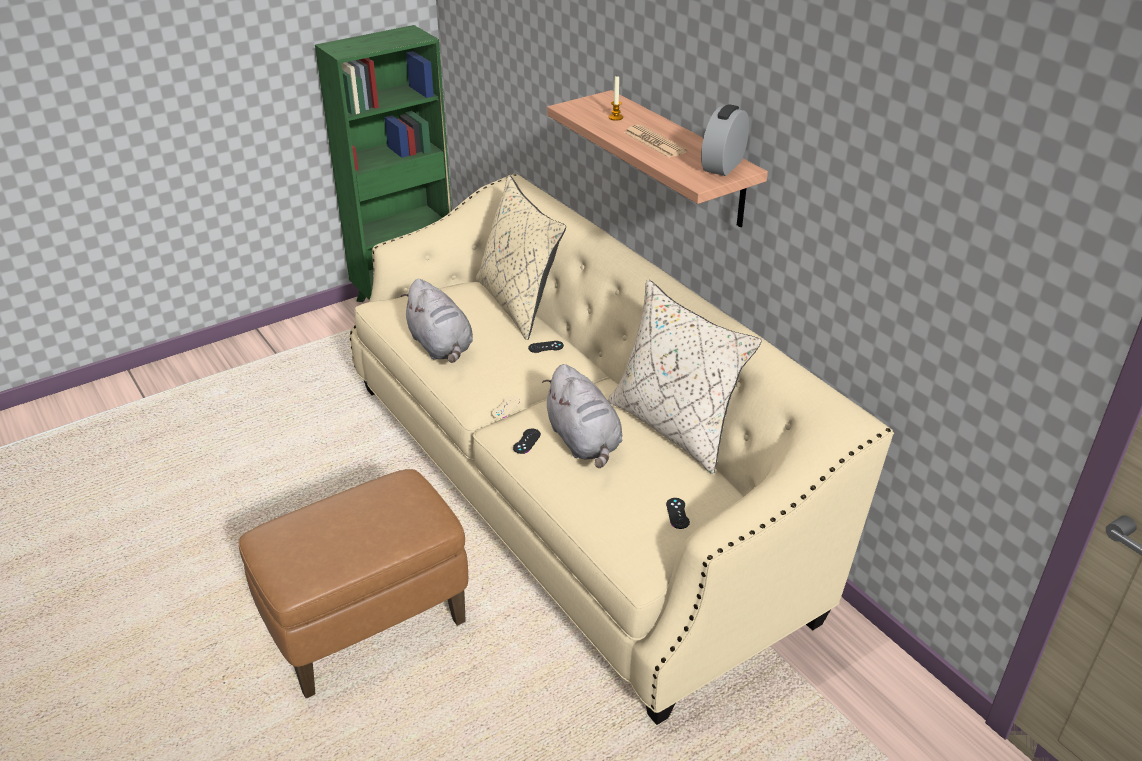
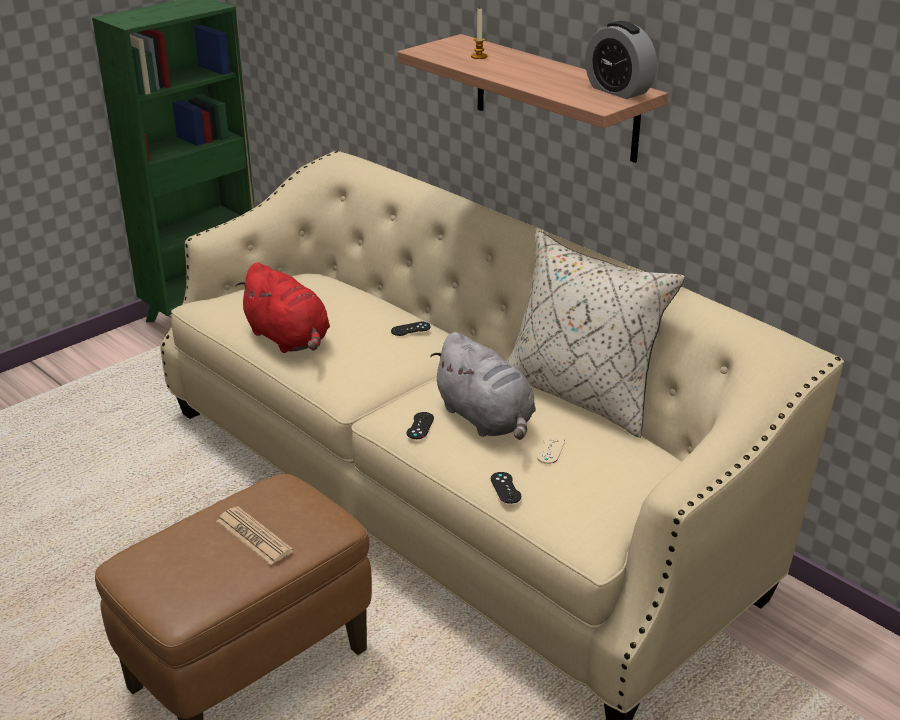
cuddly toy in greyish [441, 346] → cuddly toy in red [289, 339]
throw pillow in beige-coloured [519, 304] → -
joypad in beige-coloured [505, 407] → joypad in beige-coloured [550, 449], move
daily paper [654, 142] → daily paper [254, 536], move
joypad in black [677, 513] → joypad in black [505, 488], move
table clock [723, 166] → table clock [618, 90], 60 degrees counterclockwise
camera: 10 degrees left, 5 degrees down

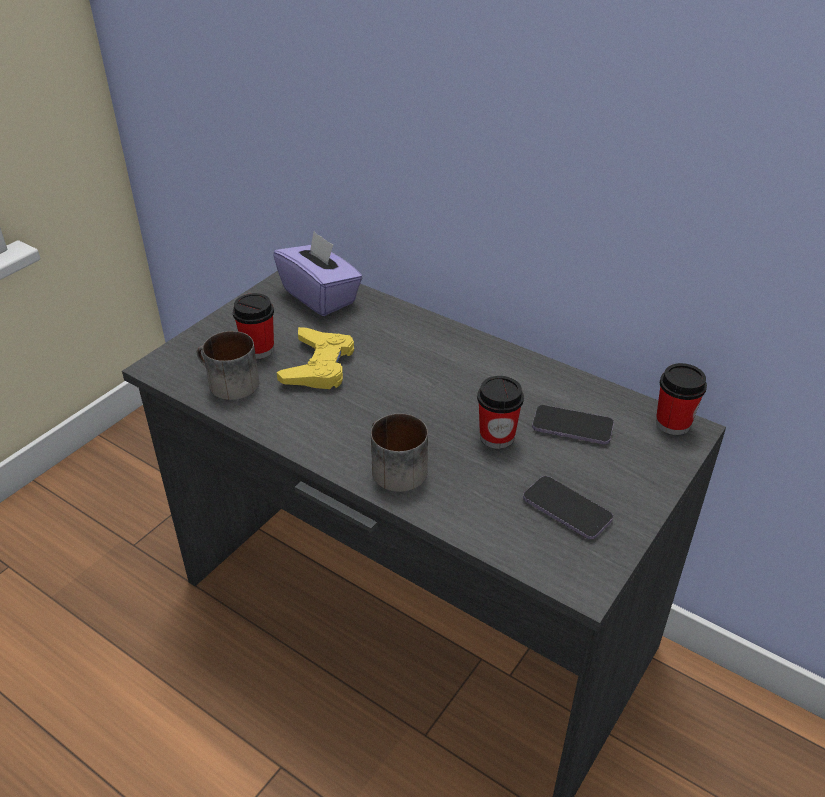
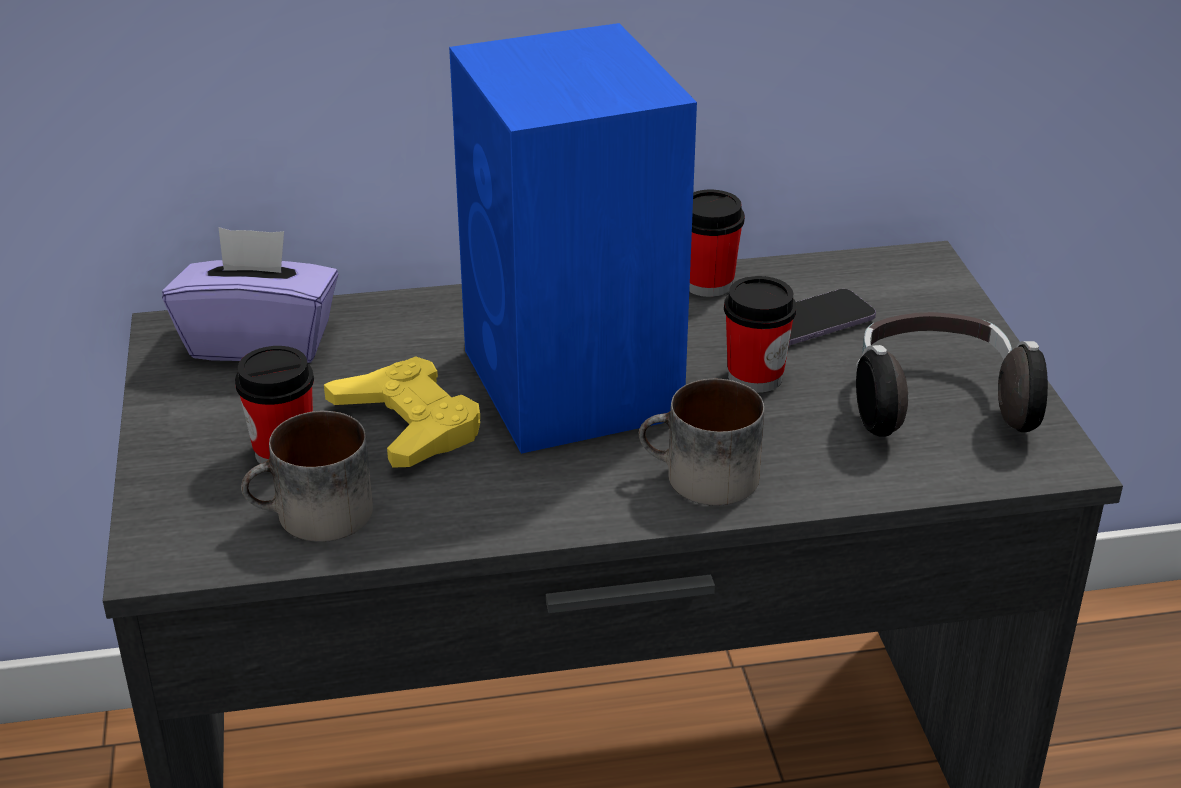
telephone [566, 509] → headset [936, 404]
small cup [673, 423] → small cup [708, 283], move
- → loudspeaker in bluish [573, 387]
camera: 45 degrees left, 5 degrees down

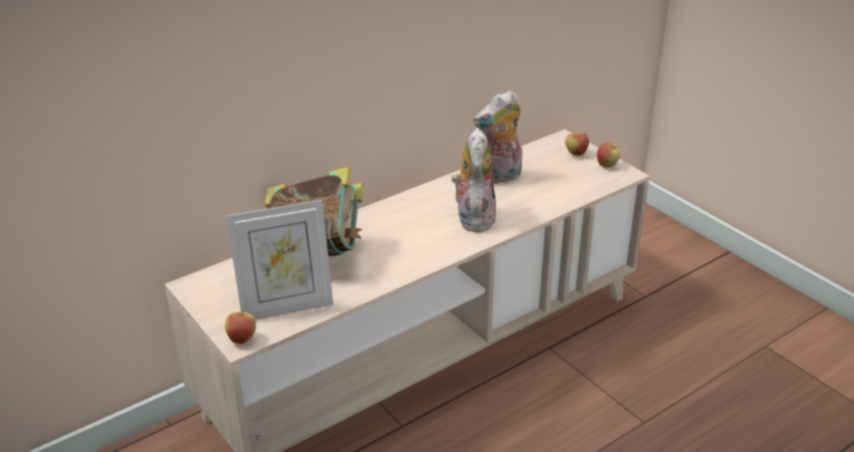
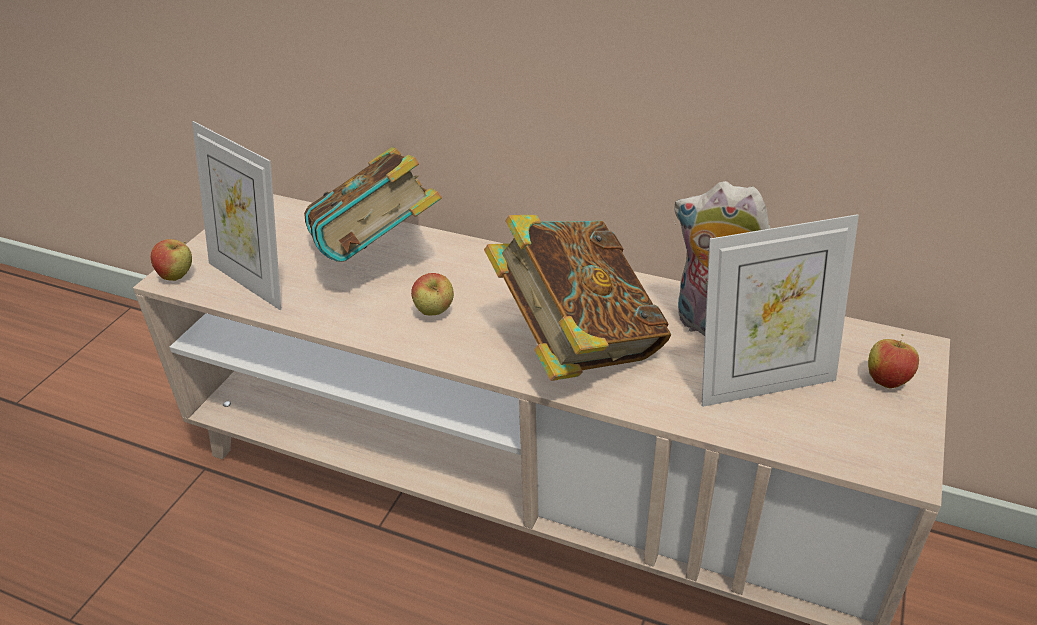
cuddly toy [473, 217] → volume [576, 344]
apple fruit [607, 165] → apple fruit [434, 312], move
- → picture frame [763, 383]
camera: 60 degrees right, 5 degrees up

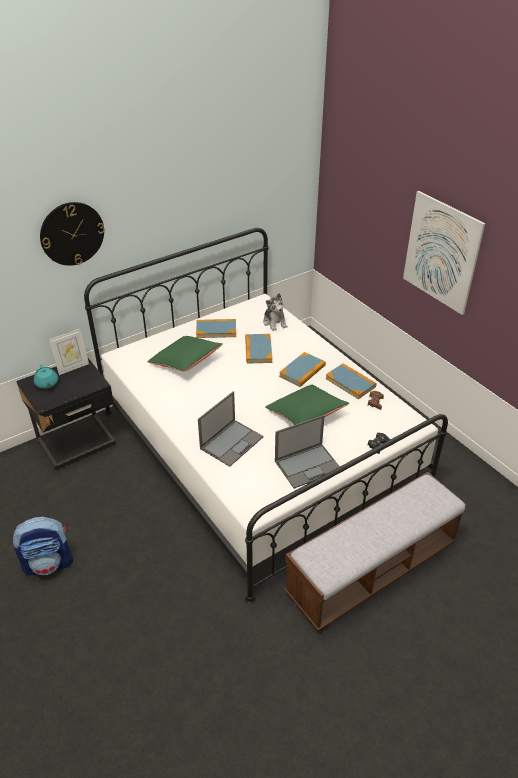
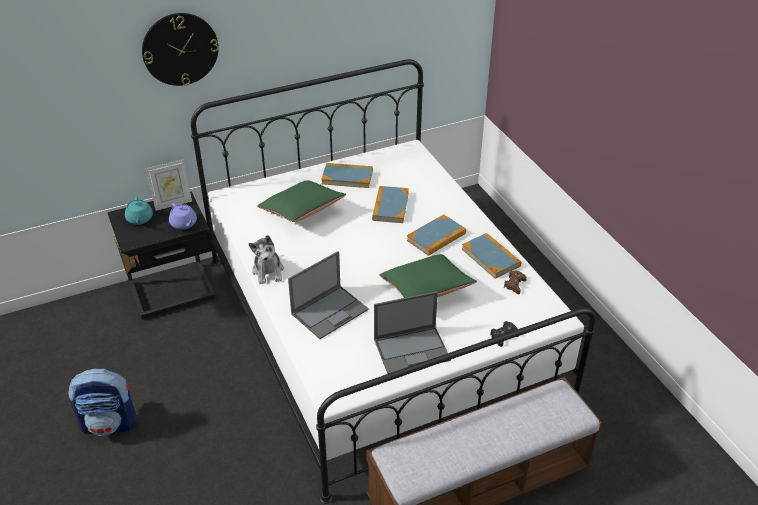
cuddly toy [274, 322] → cuddly toy [268, 271], move
wall art [441, 252] → -
- → teapot in purple [184, 224]
camera: 10 degrees right, 0 degrees up

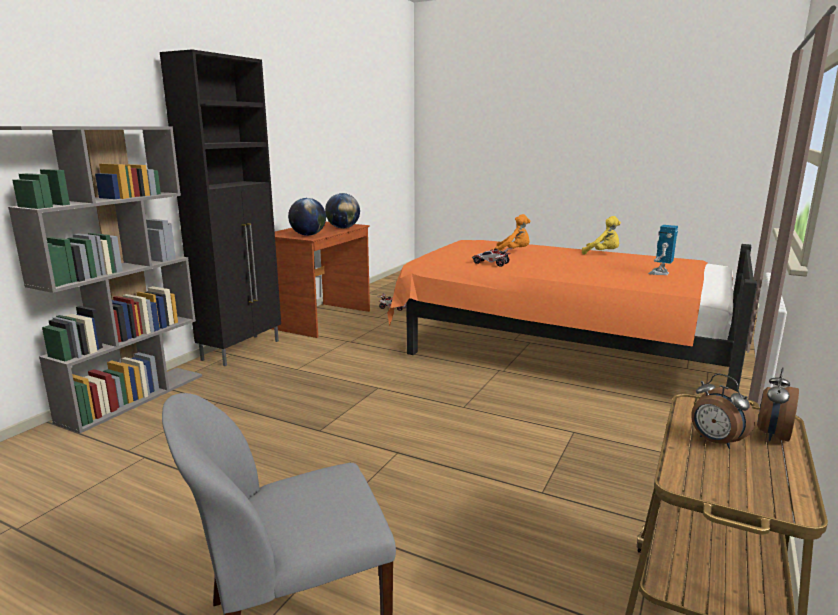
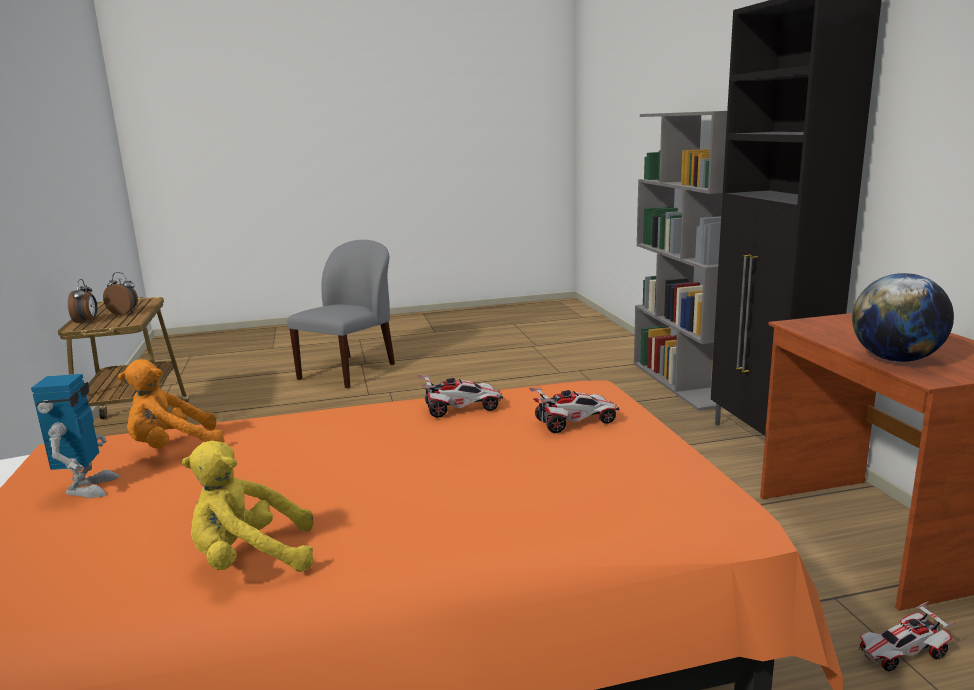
desk globe [308, 235] → -
cuddly toy in orange-coloured [514, 252] → cuddly toy in orange-coloured [173, 448], move
- → model car [574, 422]
camera: 140 degrees right, 0 degrees up

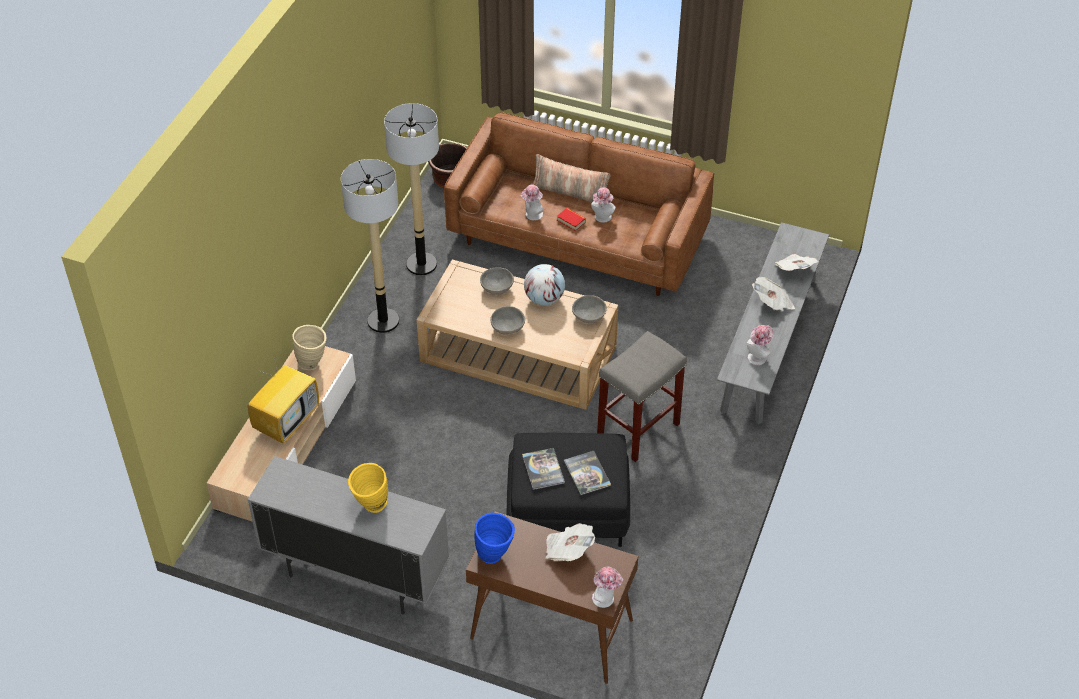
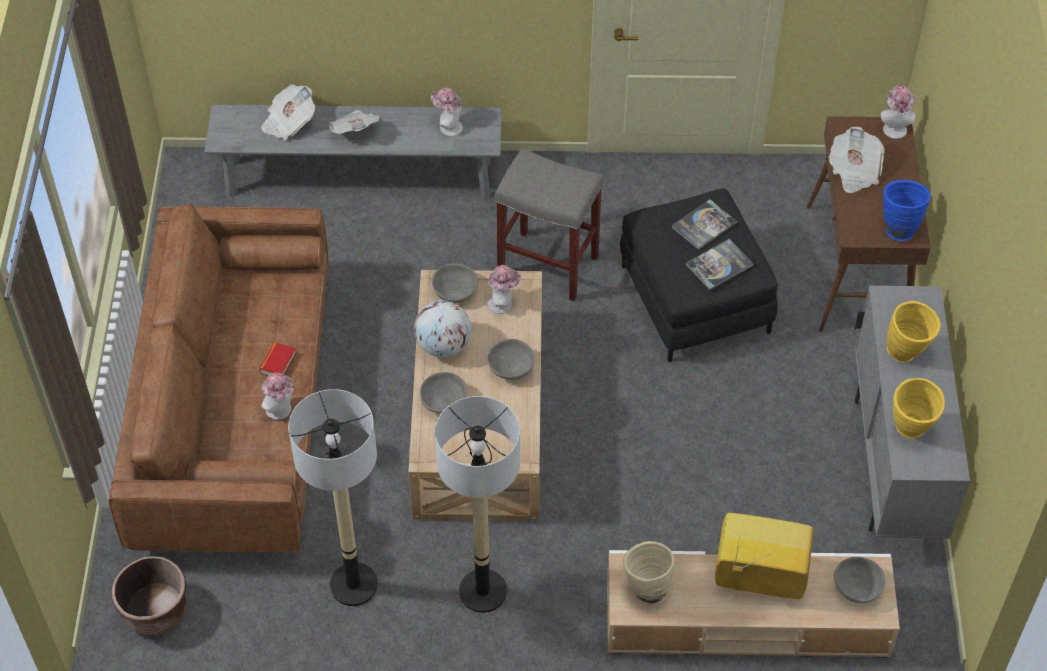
throw pillow [570, 192] → -
clothing hat [602, 218] → clothing hat [503, 304], move
- → bowl in greyish [857, 588]
- → decorative vase in yellowish [910, 432]
camera: 110 degrees left, 5 degrees up

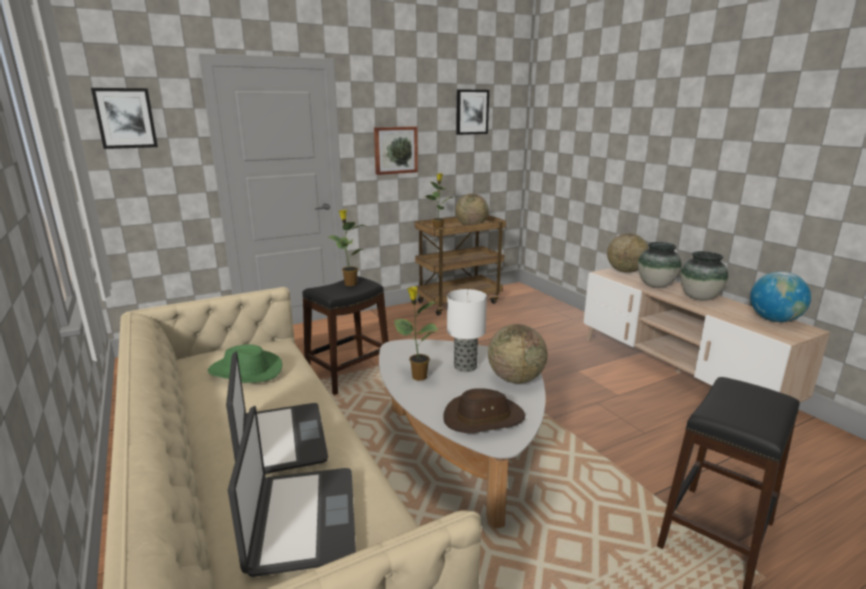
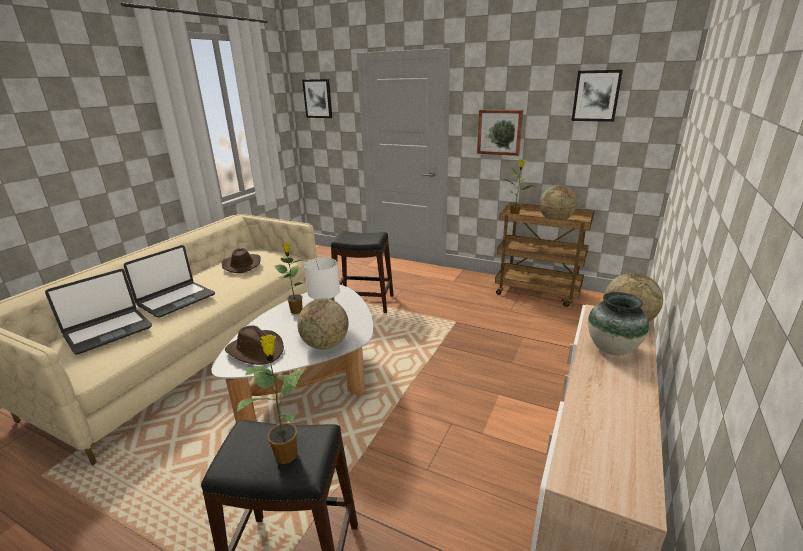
clothing hat in green-coloured [245, 372] → clothing hat in brown [242, 265]
plant in a pot [350, 284] → plant in a pot [286, 453], move
decorative vase [699, 298] → -
desk globe [774, 320] → -
camera: 55 degrees right, 5 degrees up

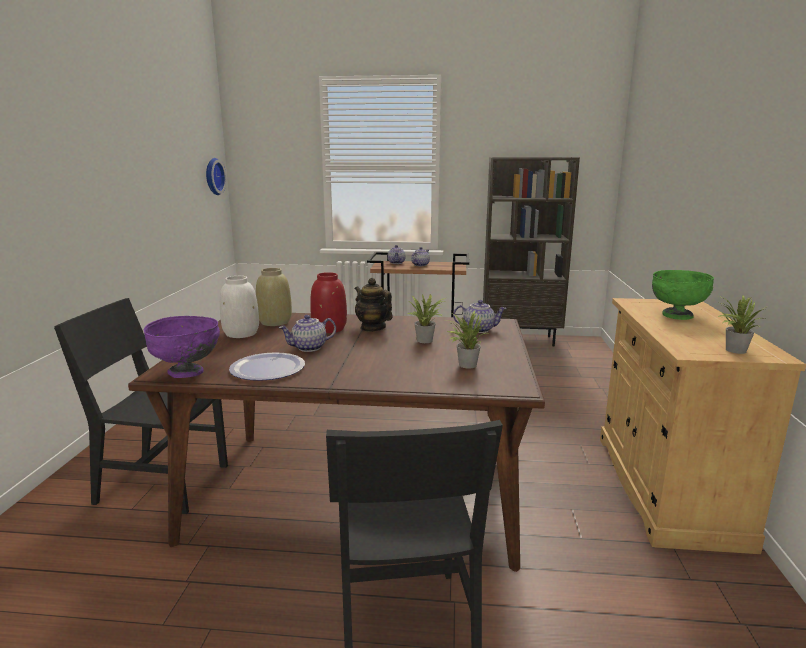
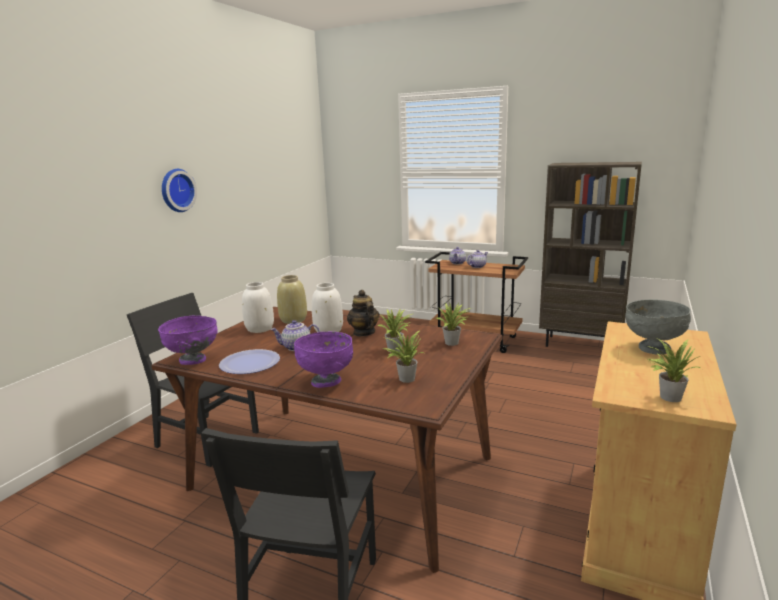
wall clock [213, 176] → wall clock [176, 190], move
decorative vase in red [329, 329] → decorative vase in whitish [328, 330]
teapot [479, 329] → plant in a pot [453, 343]
bowl in green-coloured [676, 316] → bowl in greyish [653, 349]
- → bowl in purple [327, 382]
camera: 20 degrees right, 0 degrees up

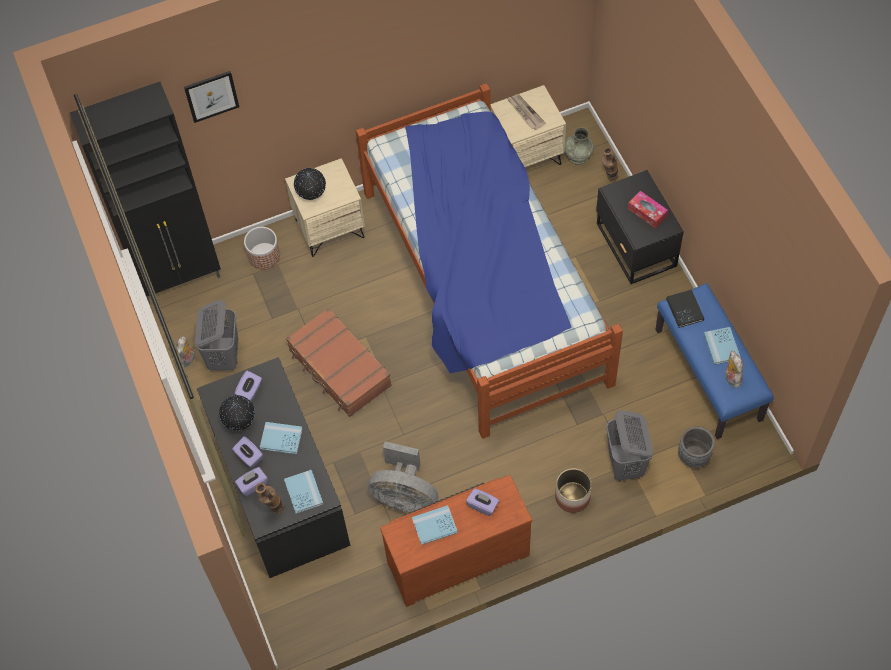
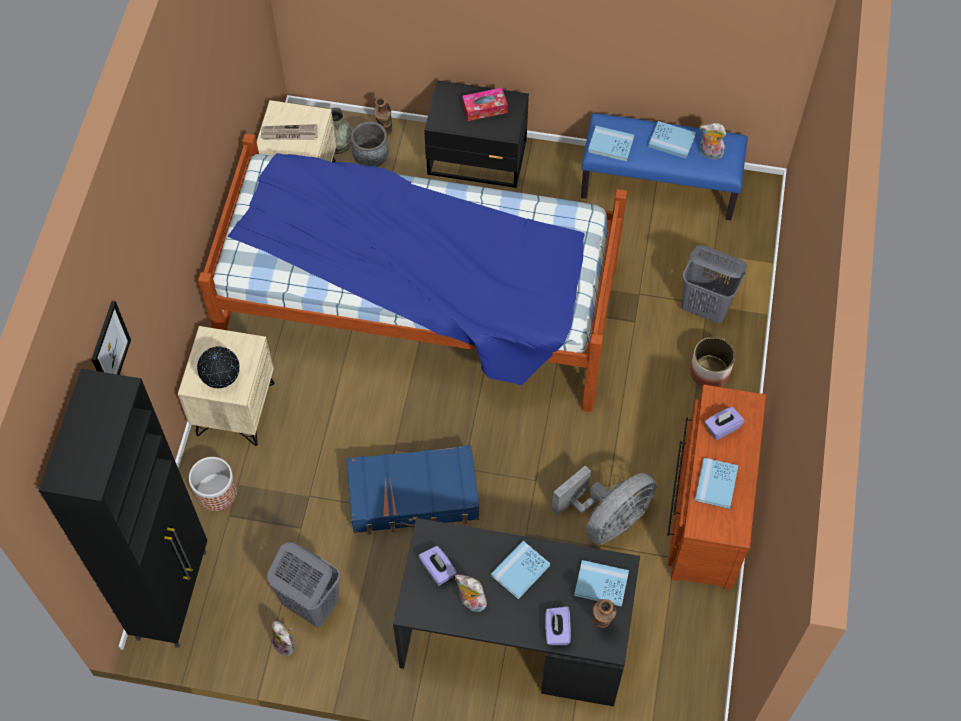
desk globe [240, 422] → cuddly toy [470, 602]
box of tissues in purple [249, 457] → -
travel case in brown [339, 368] → travel case in bluish [413, 496]
volume in black [684, 309] → volume in bluish [610, 145]
flower pot in greyish [694, 456] → flower pot in greyish [371, 158], move
camera: 60 degrees left, 0 degrees up

